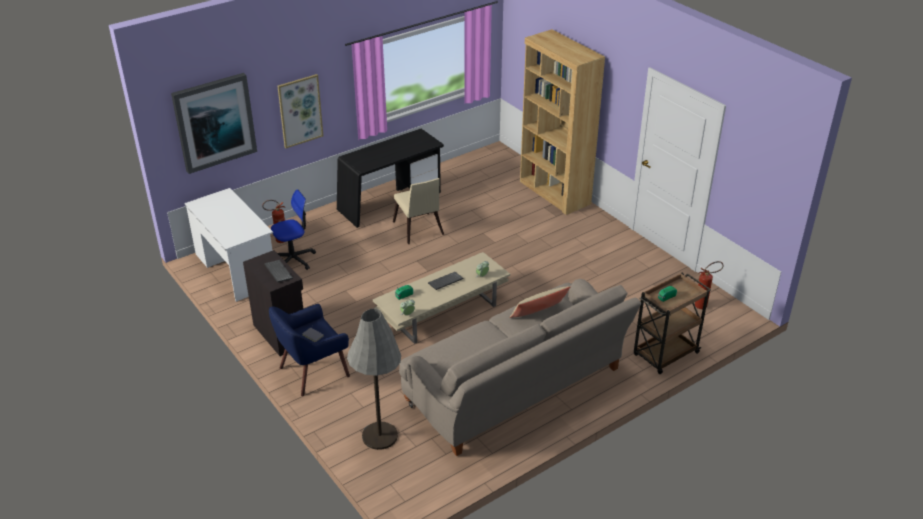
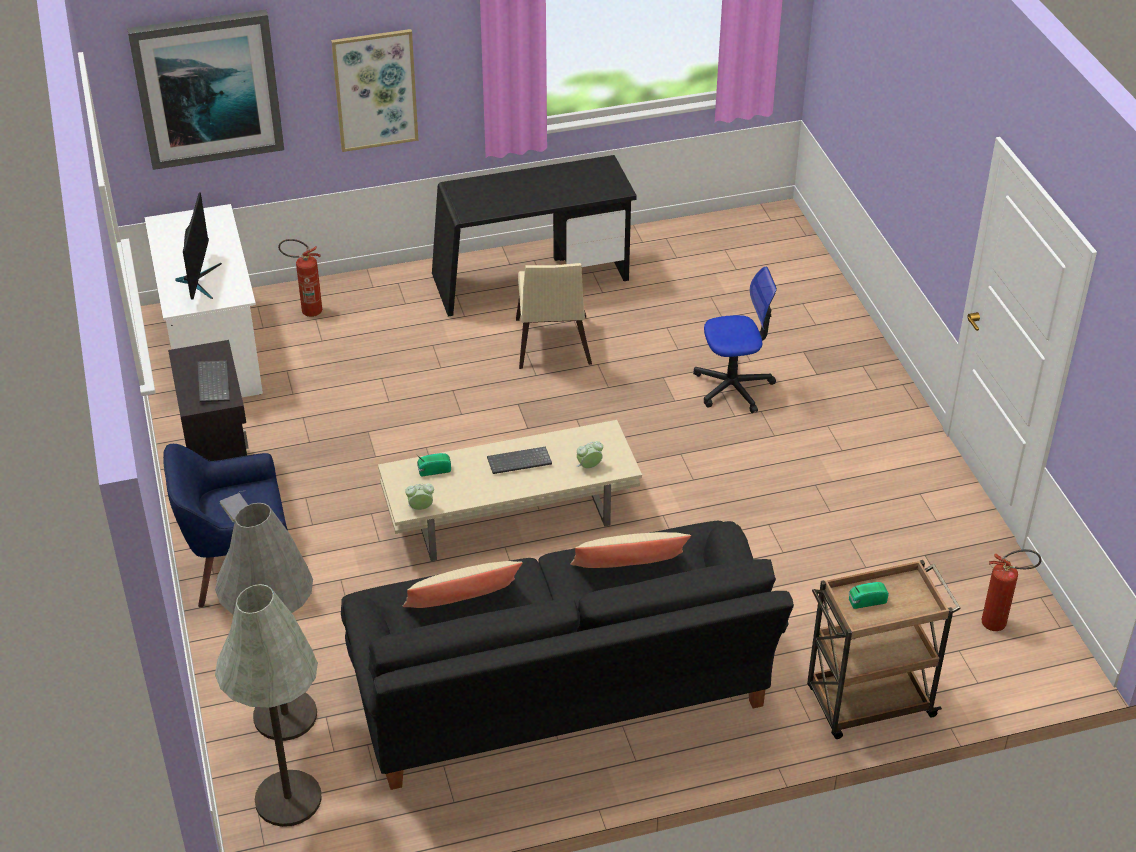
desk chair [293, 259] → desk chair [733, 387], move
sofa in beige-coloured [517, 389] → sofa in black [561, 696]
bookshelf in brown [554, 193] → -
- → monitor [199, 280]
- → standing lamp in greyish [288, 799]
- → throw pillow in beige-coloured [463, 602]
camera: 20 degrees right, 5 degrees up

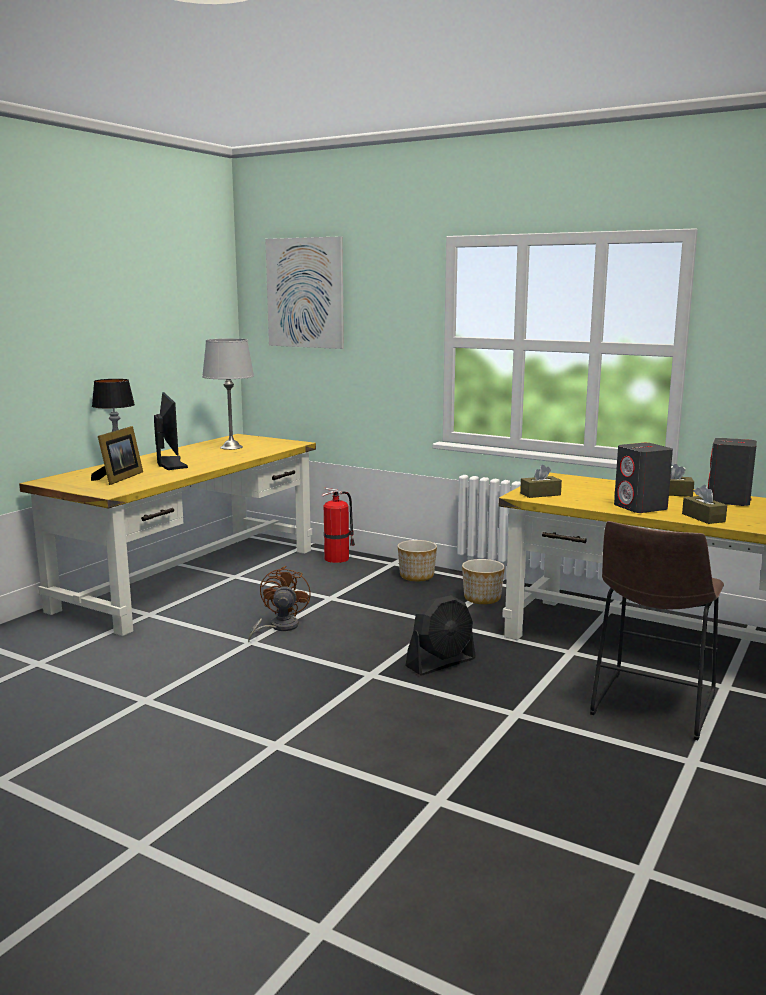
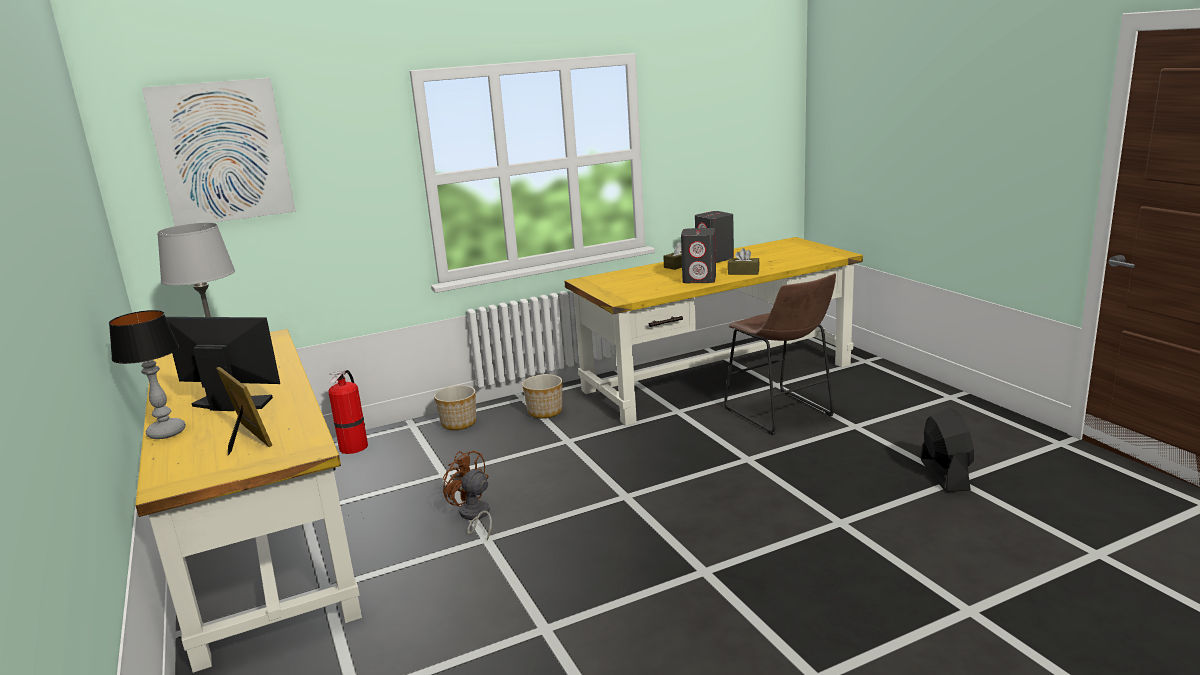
fan in black [441, 663] → fan in black [944, 474], move
box of tissues in brown [540, 494] → -
camera: 55 degrees left, 5 degrees up

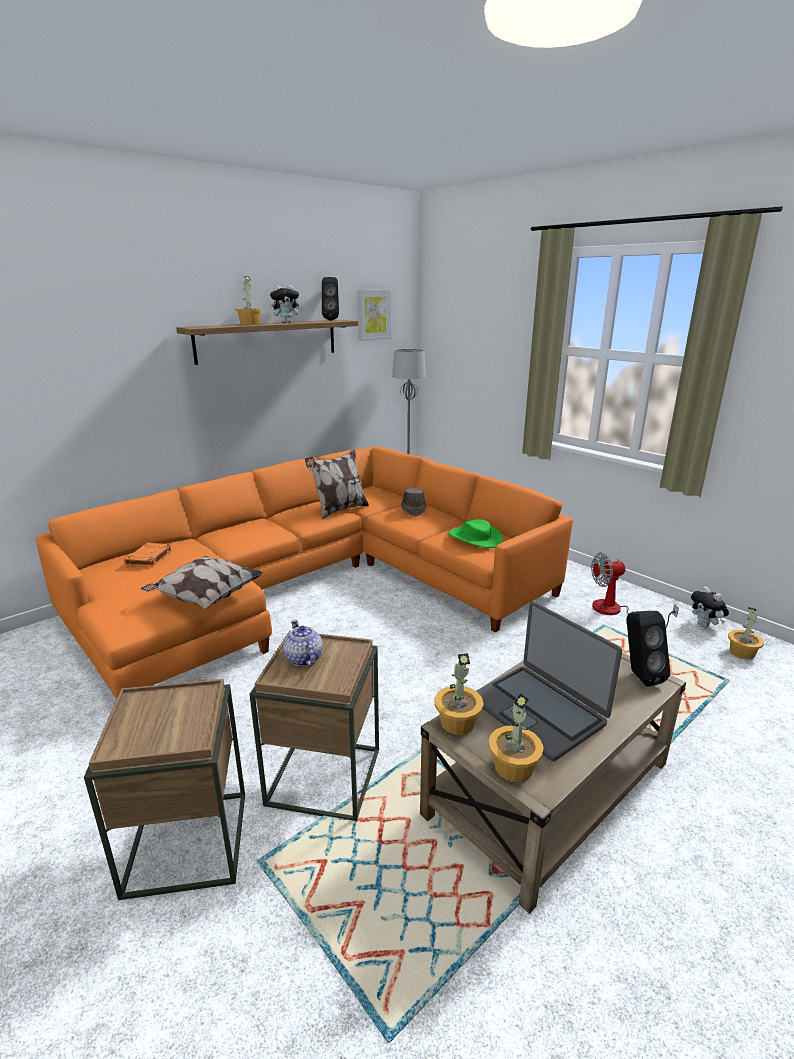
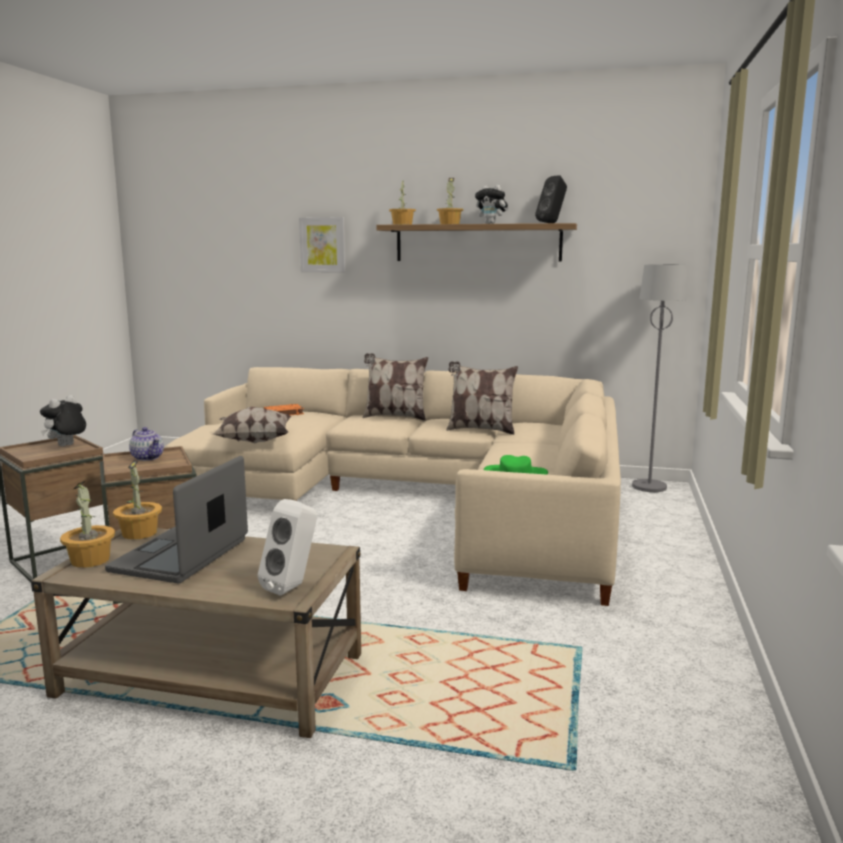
sofa in orange-coloured [315, 585] → sofa in beige-coloured [419, 499]
teapot [303, 658] → teapot [148, 458], 105 degrees clockwise
wall art [373, 314] → wall art [323, 245], move
clothing hat in brown [413, 509] → -
fan [616, 612] → -
loudspeaker in black [638, 675] → loudspeaker in whitish [293, 587]
cuddly toy [705, 625] → cuddly toy [66, 446], move
plant in a pot [741, 653] → plant in a pot [402, 224], move
- → throw pillow [394, 417]
camera: 55 degrees right, 10 degrees down

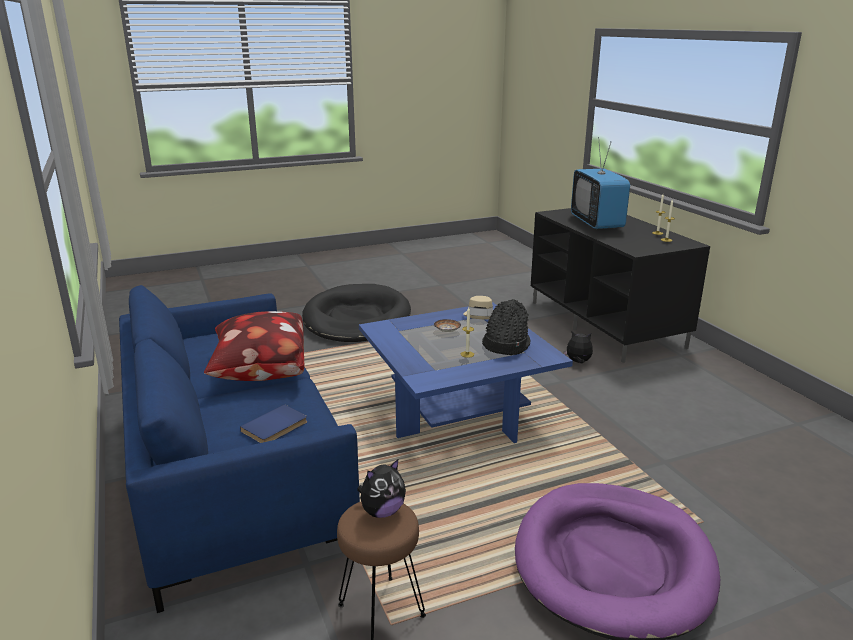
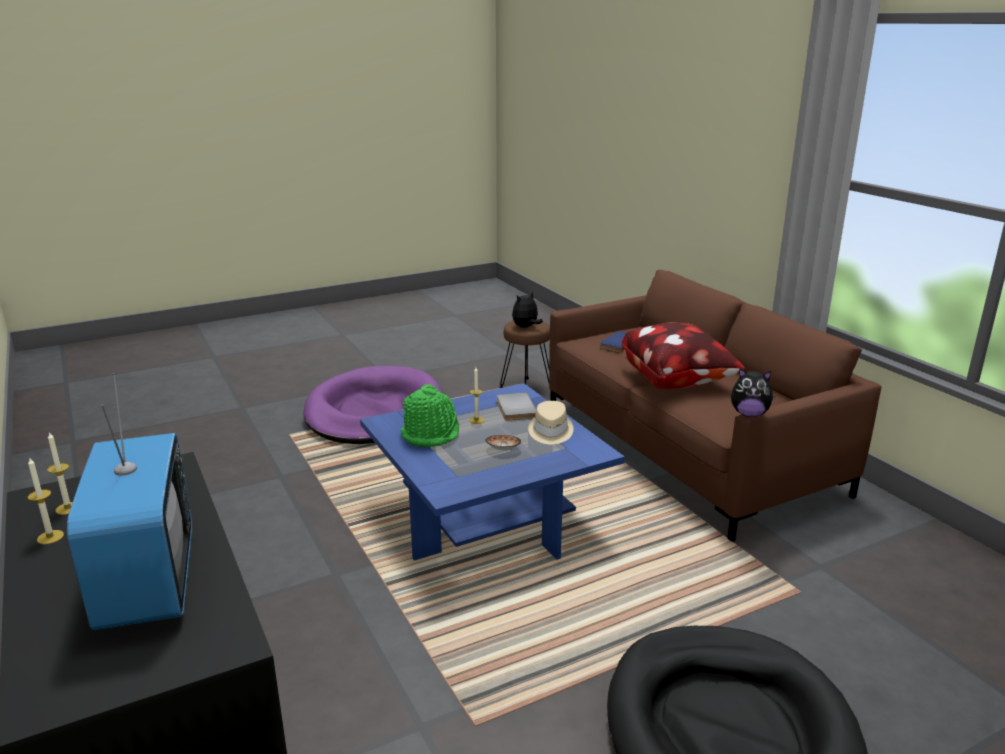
sofa in bluish [234, 473] → sofa in brown [686, 449]
clothing hat in beige-coloured [480, 315] → clothing hat in beige-coloured [550, 431], move
clothing hat in black [505, 344] → clothing hat in green-coloured [431, 434]
cuddly toy [578, 362] → cuddly toy [749, 414], move
- → volume in greyish [514, 409]
camera: 175 degrees right, 0 degrees up

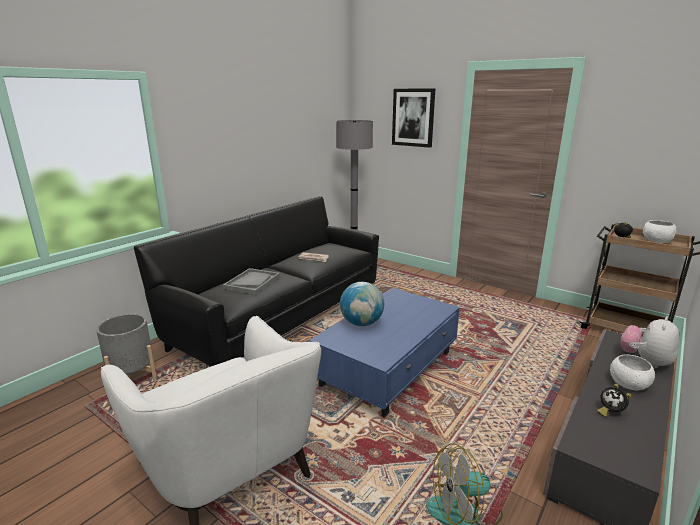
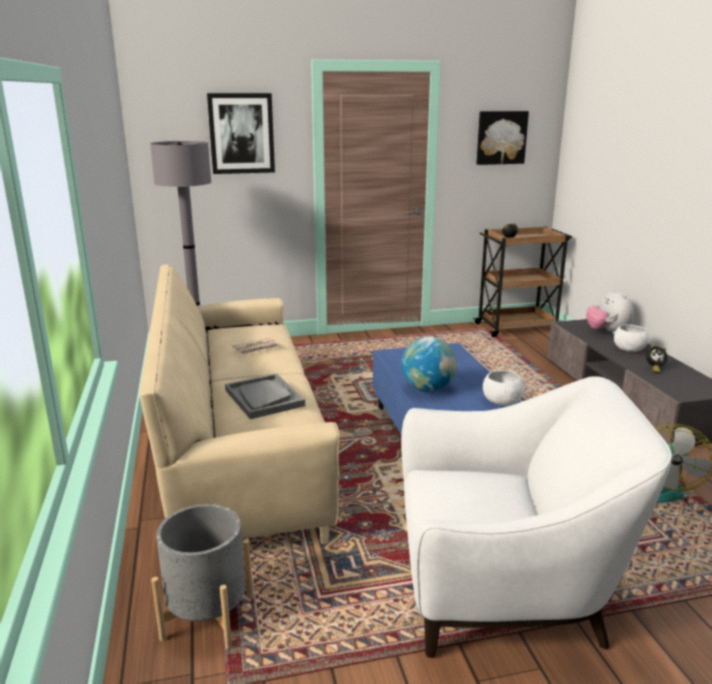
sofa in black [281, 317] → sofa in beige-coloured [239, 451]
bowl in whitish [656, 241] → bowl in whitish [502, 402], move
- → wall art [501, 137]
camera: 50 degrees left, 0 degrees up

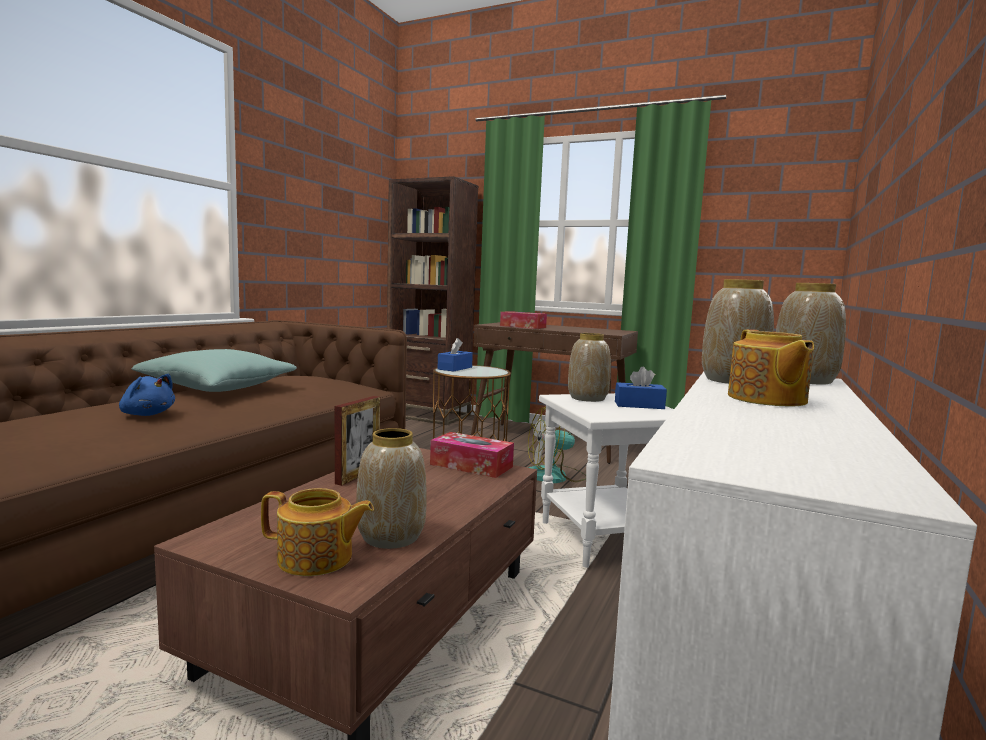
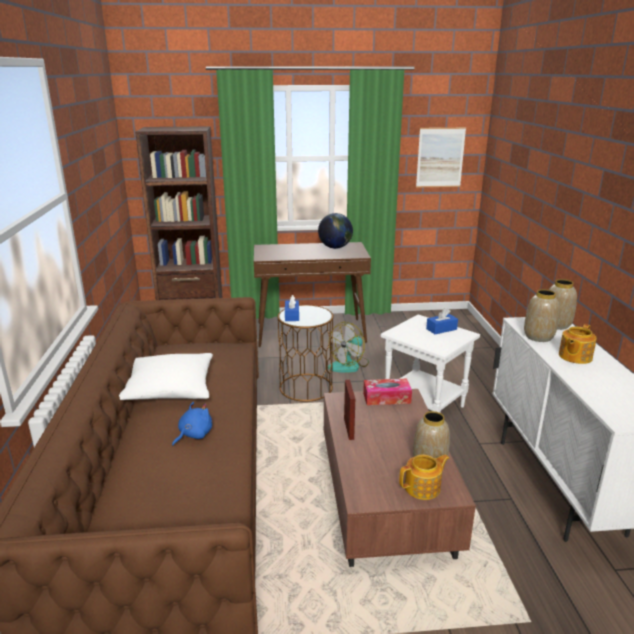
cuddly toy in bluish [147, 414] → cuddly toy in bluish [193, 435], 45 degrees counterclockwise
throw pillow in turquoise-coloured [218, 388] → throw pillow in whitish [170, 389]
box of tissues [523, 326] → -
decorative vase [587, 398] → -
teapot [766, 399] → teapot [574, 356], 75 degrees clockwise
- → desk globe [335, 248]
- → wall art [440, 157]
camera: 30 degrees left, 15 degrees up

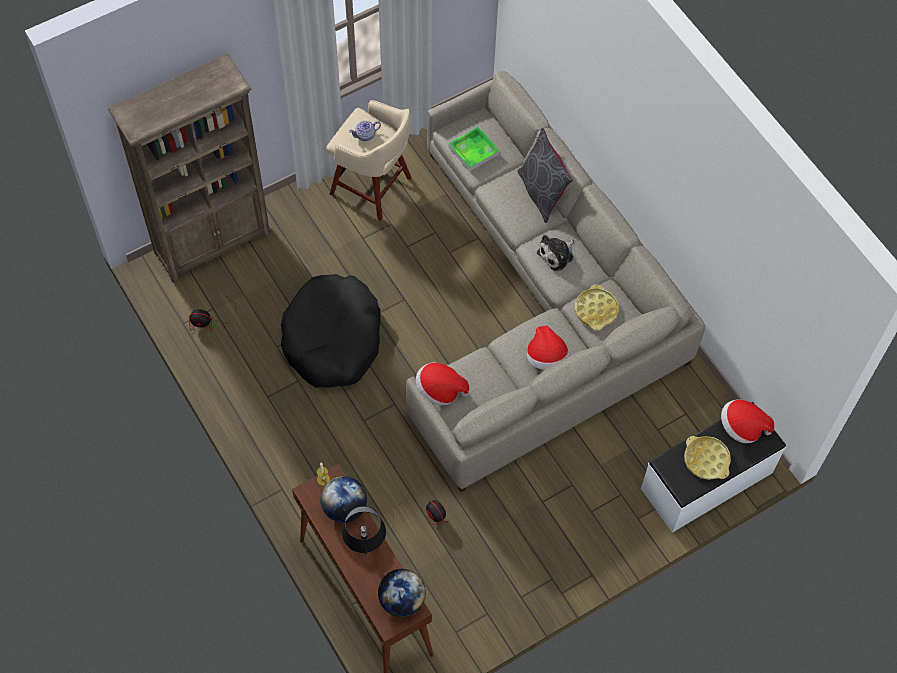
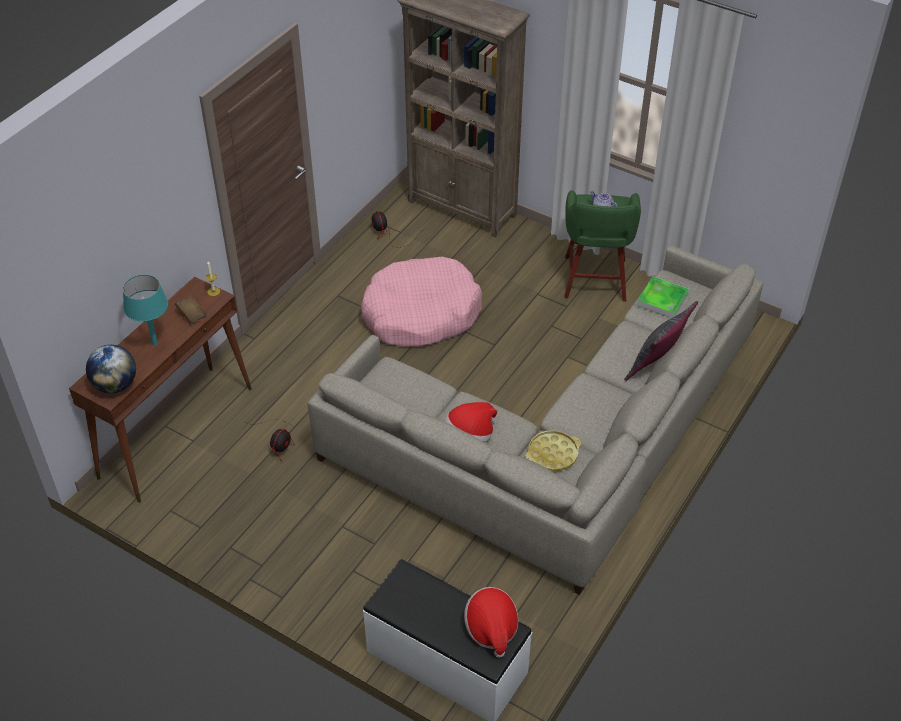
pet bed in black [332, 339] → pet bed in pink-coloured [421, 314]
desk globe [344, 508] → volume in brown [192, 315]
stool in beige-coloured [373, 187] → stool in green-coloured [594, 280]
tabletop lamp in black [365, 551] → tabletop lamp in turquoise-coloured [155, 343]
clothing hat [440, 390] → -
cuddly toy [557, 254] → -
tray in yellowish [706, 460] → -
camera: 65 degrees right, 15 degrees down

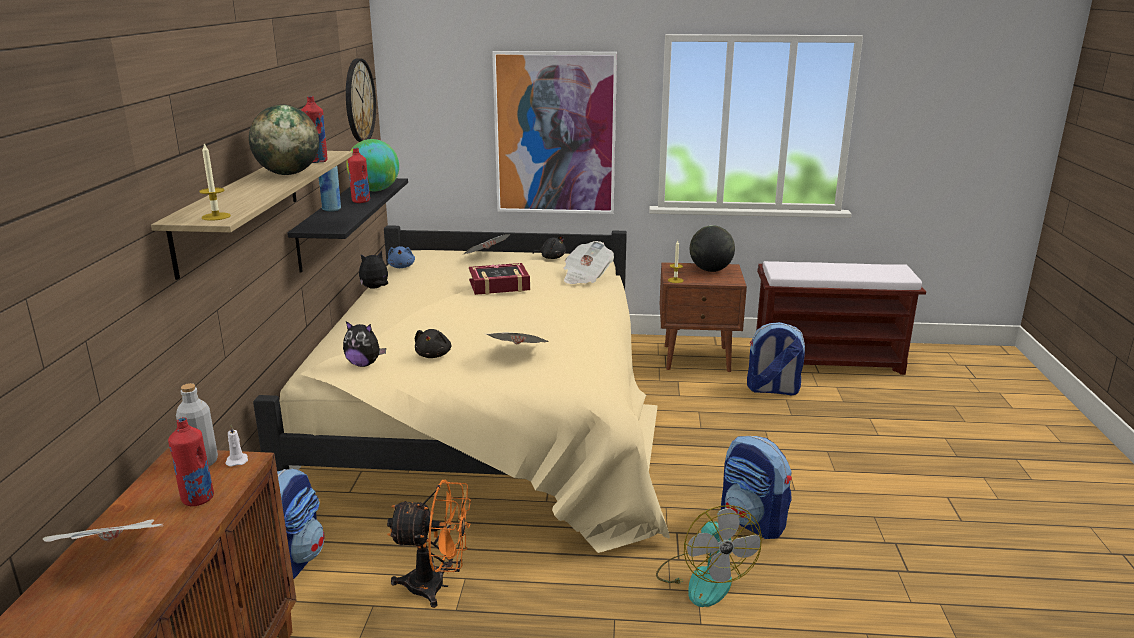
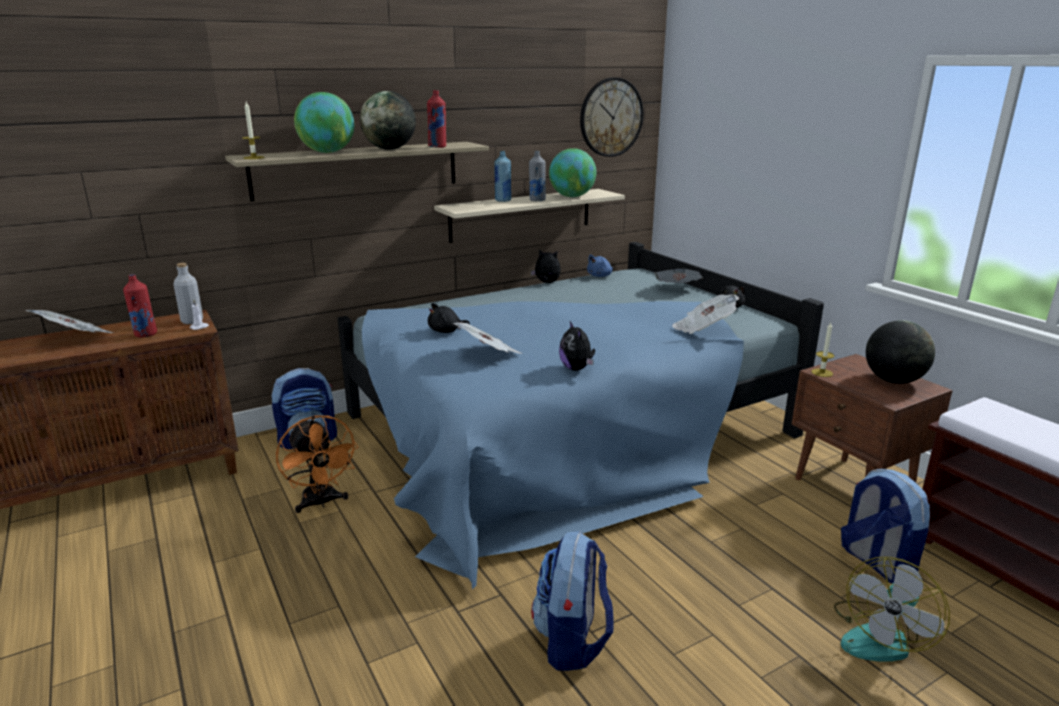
bedroom bed in beige-coloured [493, 420] → bedroom bed in bluish [566, 432]
shelf in black [331, 222] → shelf in beige-coloured [521, 215]
cuddly toy [364, 364] → cuddly toy [577, 368], move
drink bottle in red [360, 201] → drink bottle in greyish [537, 200]
volume [499, 285] → -
wall art [555, 134] → -
fan [703, 578] → fan [880, 636], move
- → desk globe [327, 152]
camera: 55 degrees right, 0 degrees up

